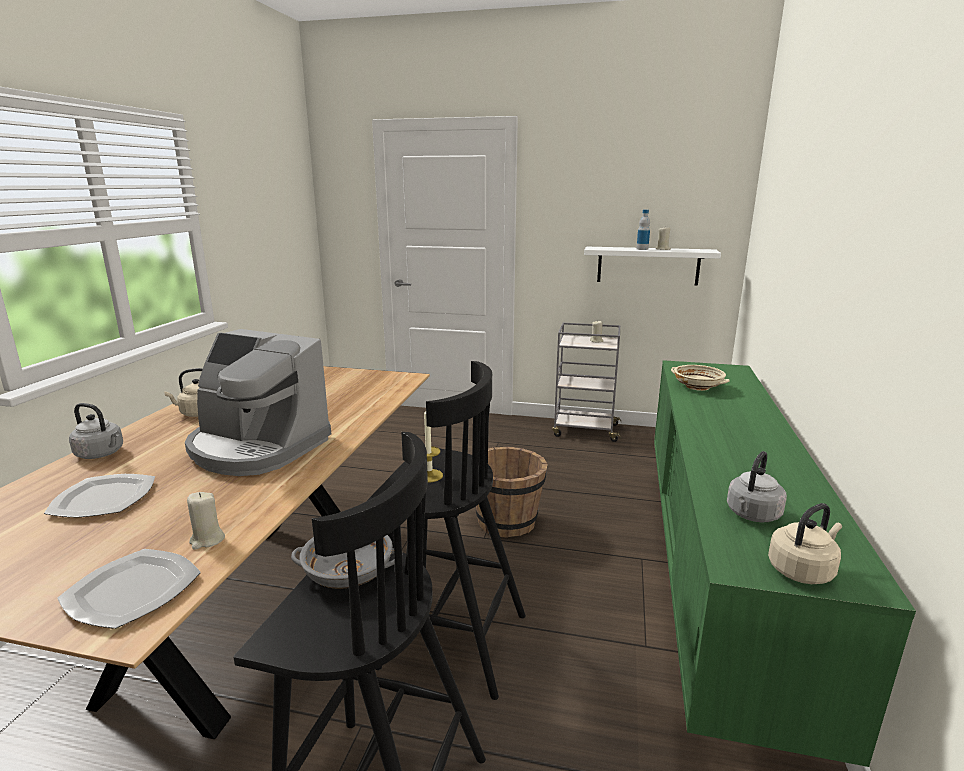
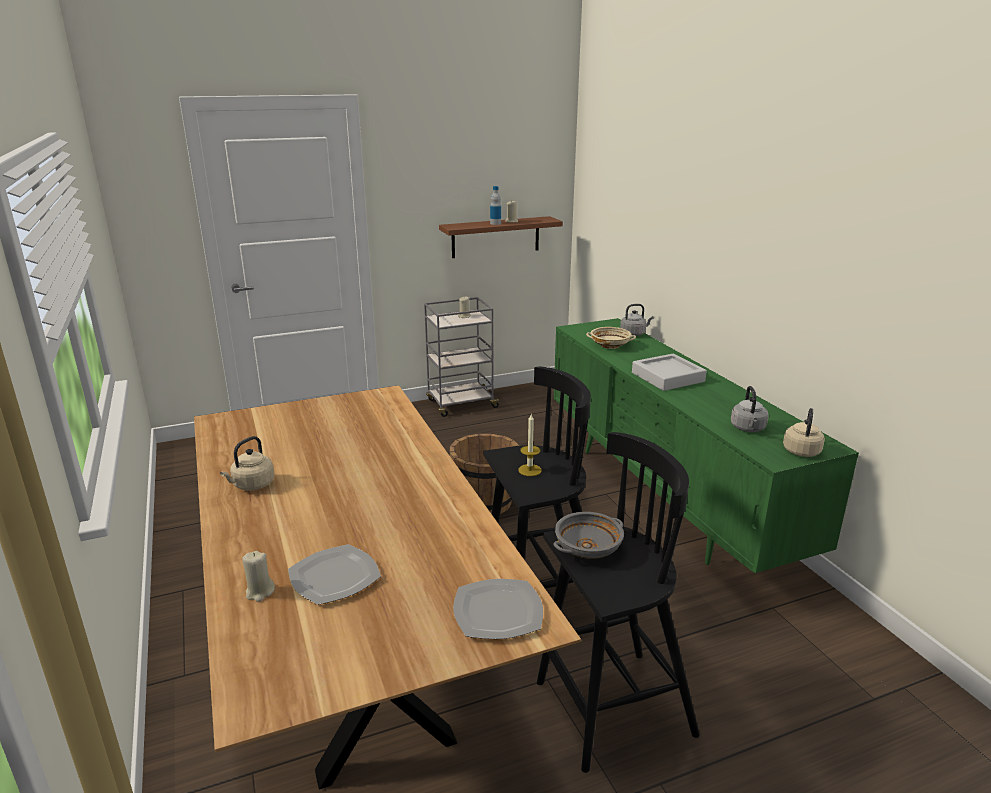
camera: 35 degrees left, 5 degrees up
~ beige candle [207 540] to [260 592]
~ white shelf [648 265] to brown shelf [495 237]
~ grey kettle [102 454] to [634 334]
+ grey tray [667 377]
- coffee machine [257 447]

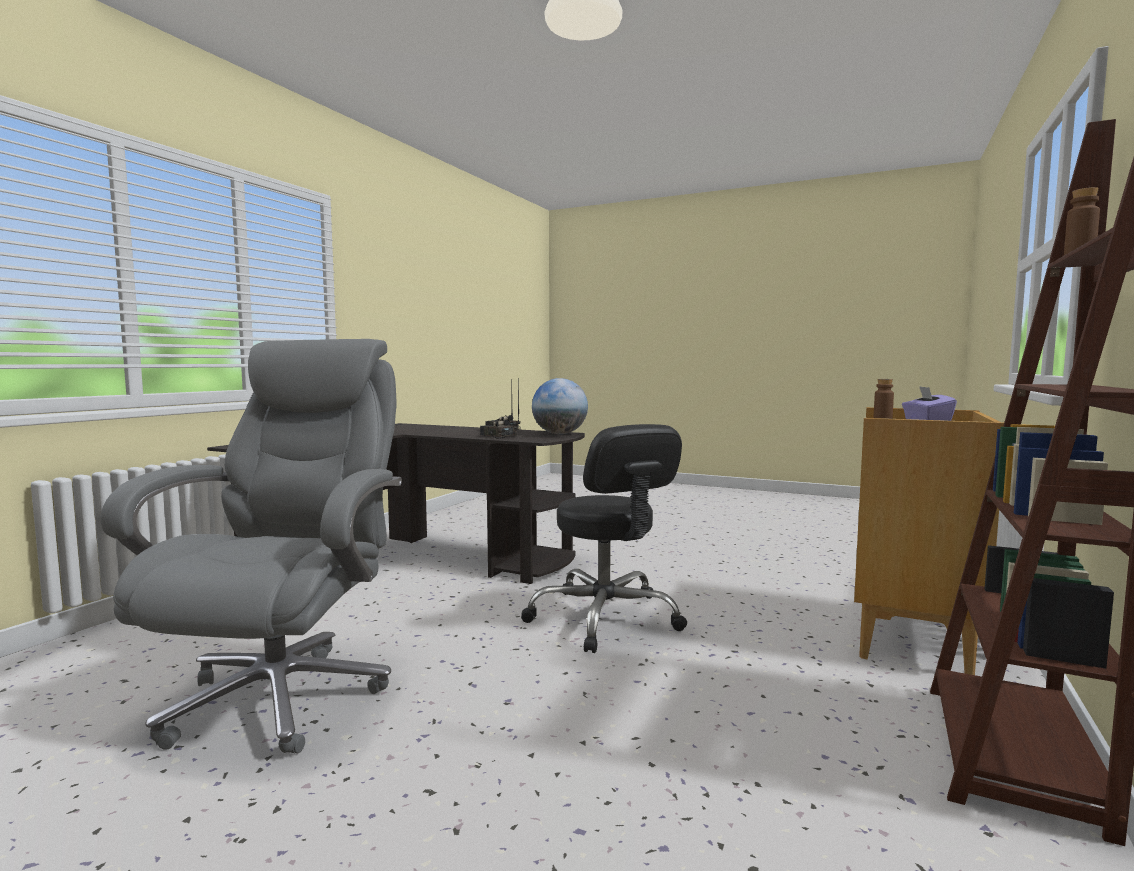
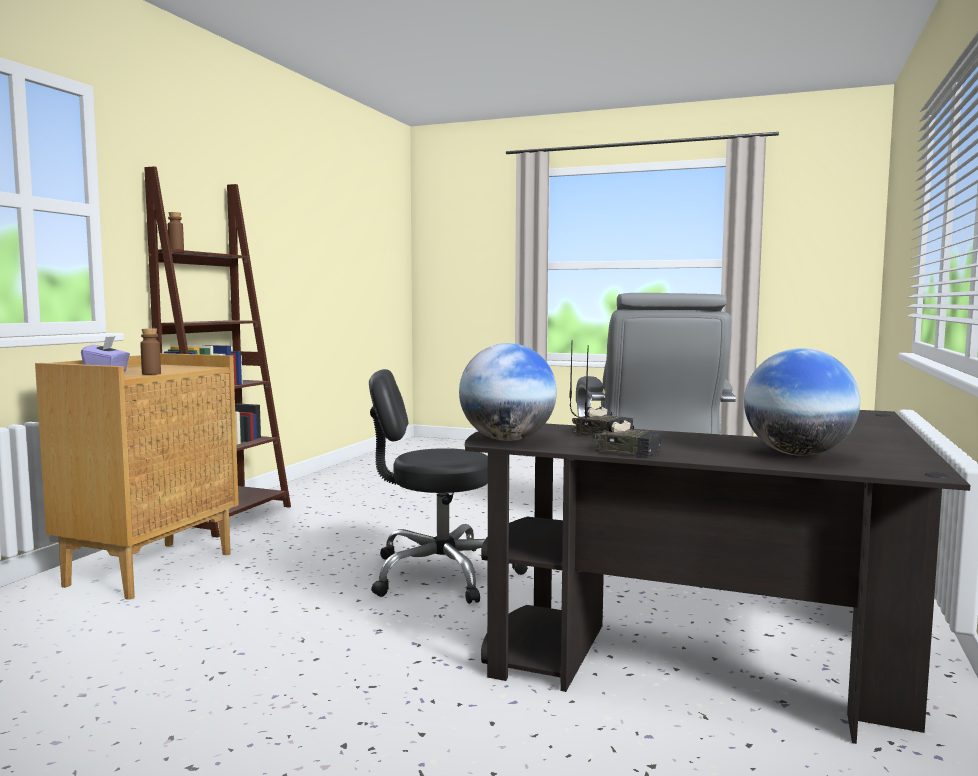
camera: 175 degrees right, 0 degrees up
~ black office chair [608 621] = [435 574] 60 degrees counterclockwise
+ globe [797 454]

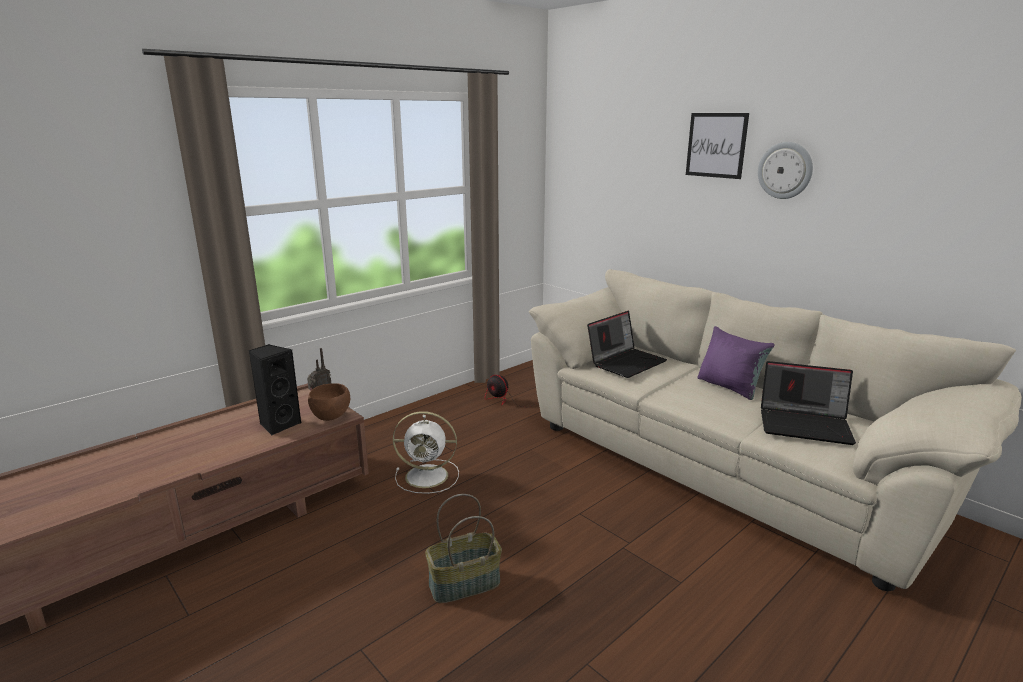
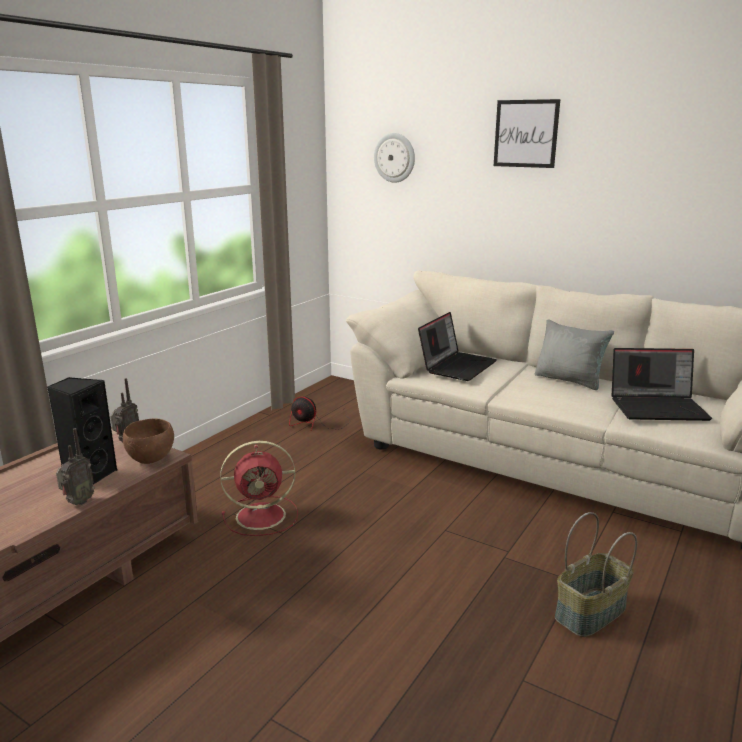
camera: 15 degrees left, 0 degrees up
+ radio [78 502]
~ white fan [429 476] to red fan [263 516]
~ wall clock [785 170] to [394 157]
~ purple pillow [729 387] to grey pillow [569 380]
~ basket [464 585] to [591 613]

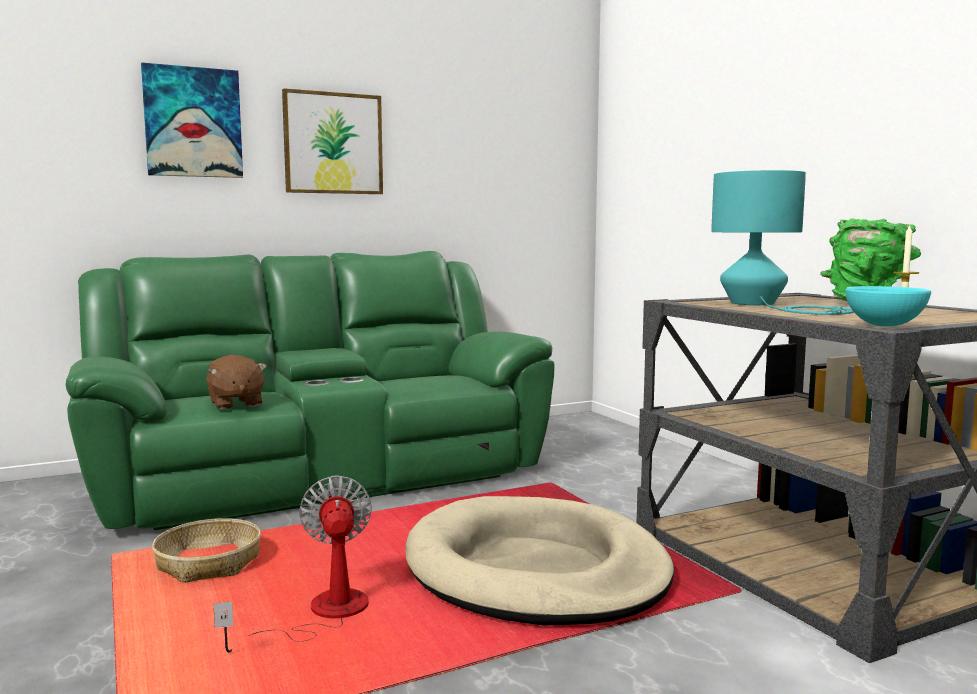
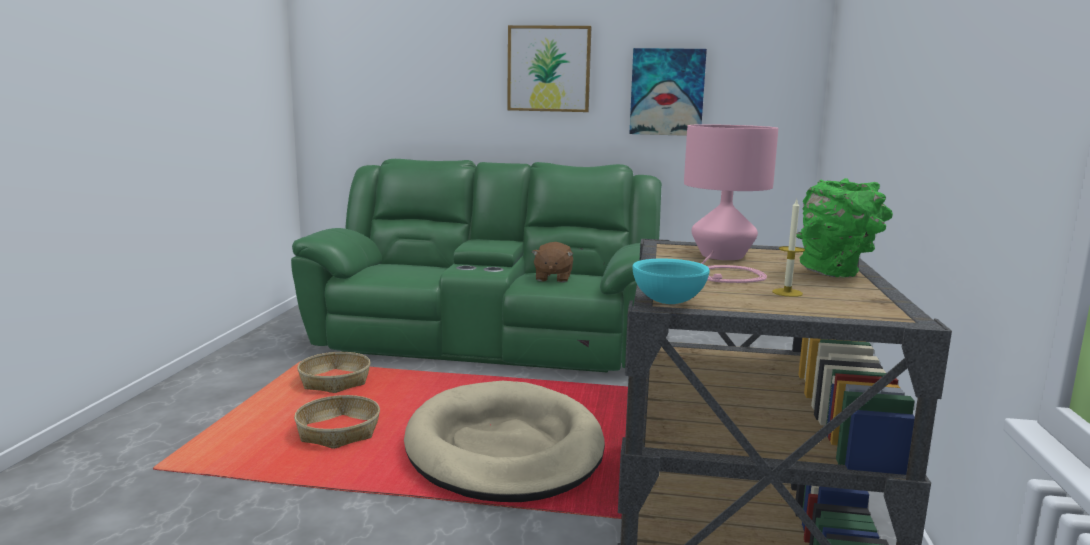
camera: 35 degrees right, 5 degrees up
~ fan [322 615] to basket [338 432]
~ brown plush toy [235 404] to [552 278]
~ picture [193 122] to [667 92]
~ turquoise table lamp [776 306] to pink table lamp [724 262]

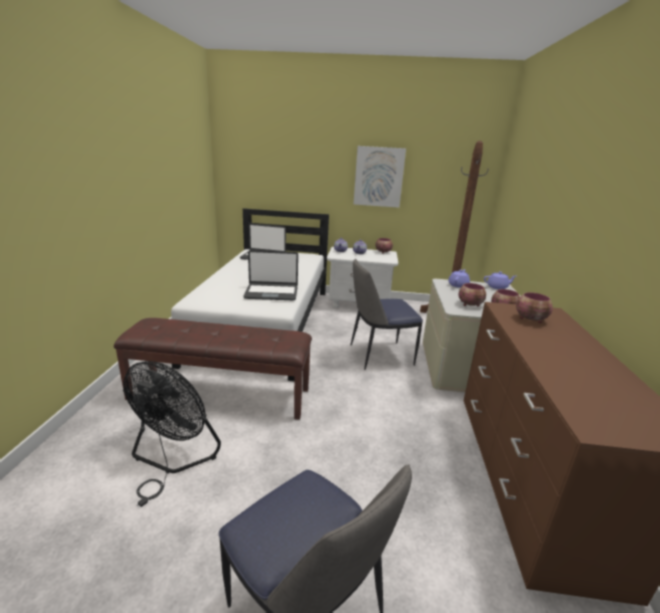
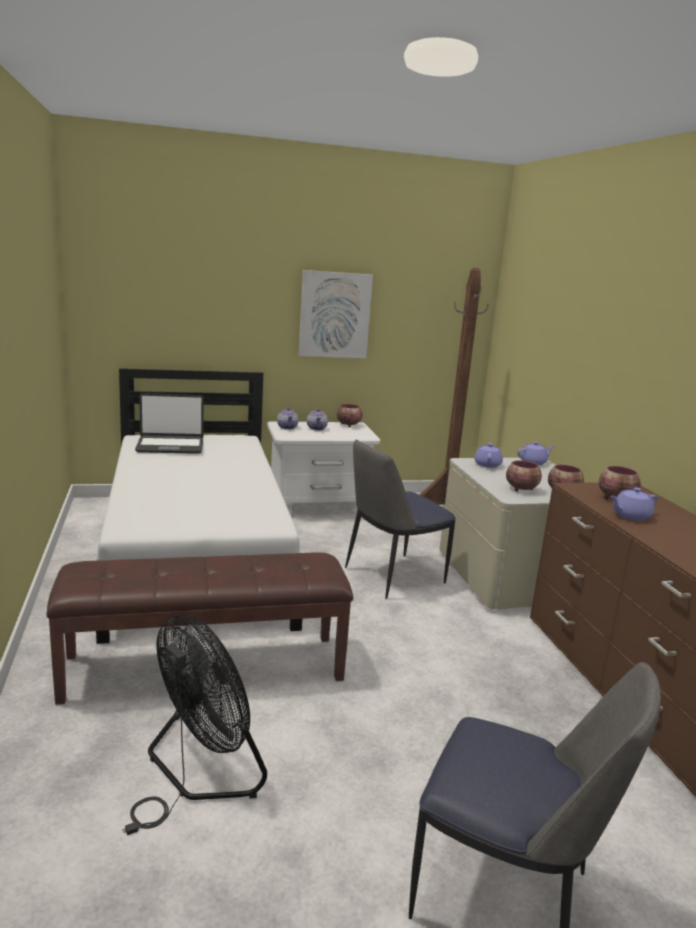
camera: 20 degrees left, 5 degrees down
~ black fan [166 457] = [189 770] 45 degrees clockwise
+ purple teapot [630 516]
- laptop [271 293]

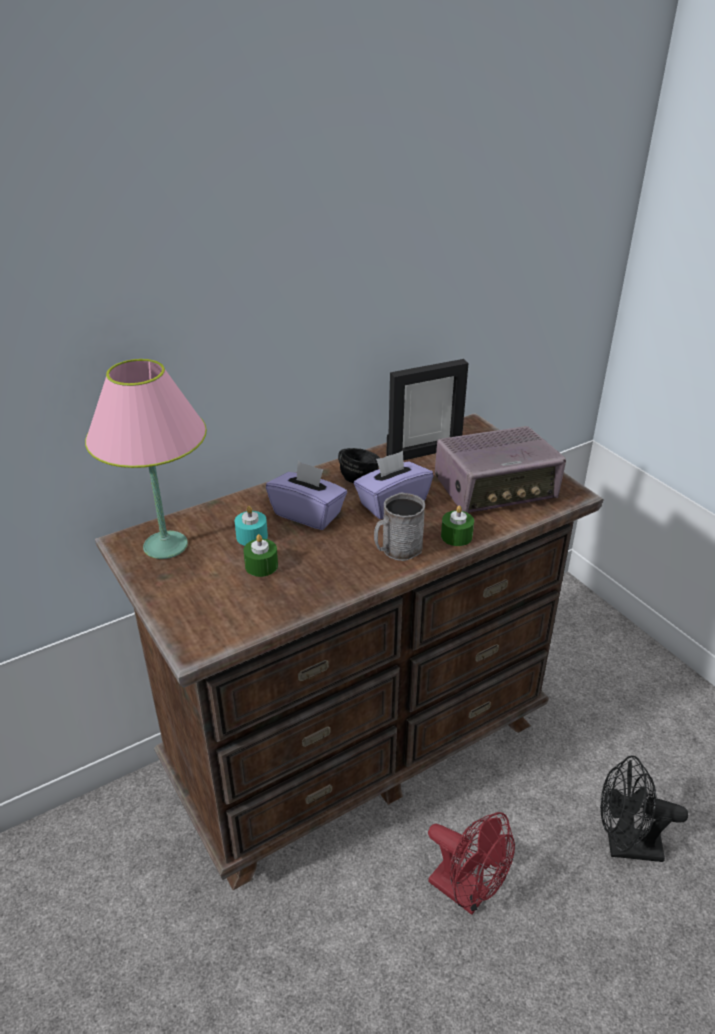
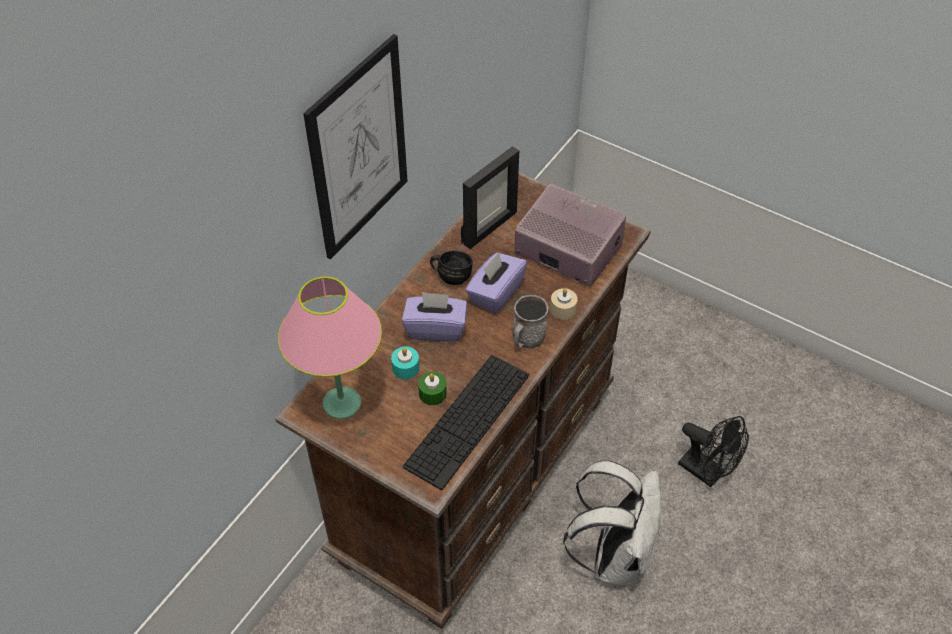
camera: 25 degrees left, 15 degrees up
+ picture [358 150]
+ keyboard [467 420]
~ radio [496 489] = [567 249] 105 degrees counterclockwise
~ green candle [456 536] to beige candle [563 309]
~ red fan [467 893] to white backpack [613 554]
~ black fan [625 846] = [707 472] 120 degrees counterclockwise

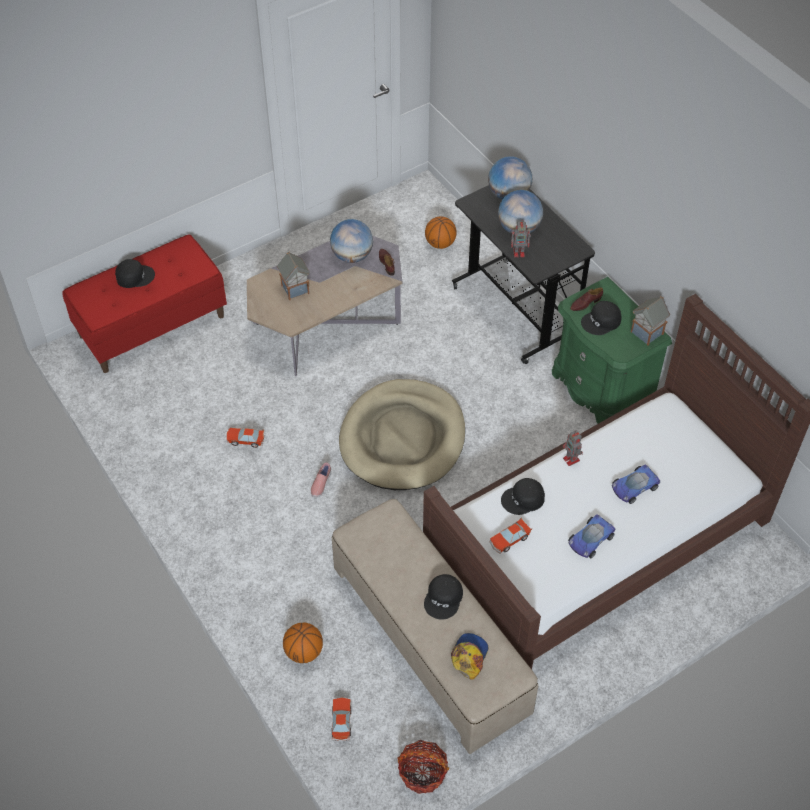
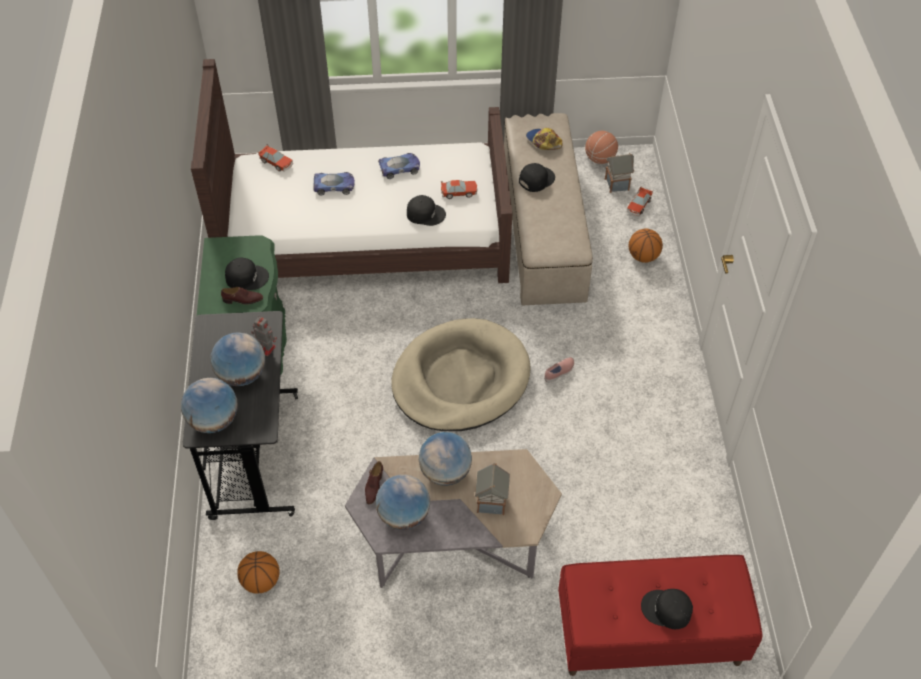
camera: 150 degrees left, 0 degrees up
~ toy car [245 440] to [276 163]
+ globe [445 472]
~ cap [469 656] = [543 141] 90 degrees clockwise
~ basket [422 773] to basketball [600 158]
~ toy house [646 333] to [617 184]
- toy robot [571 460]

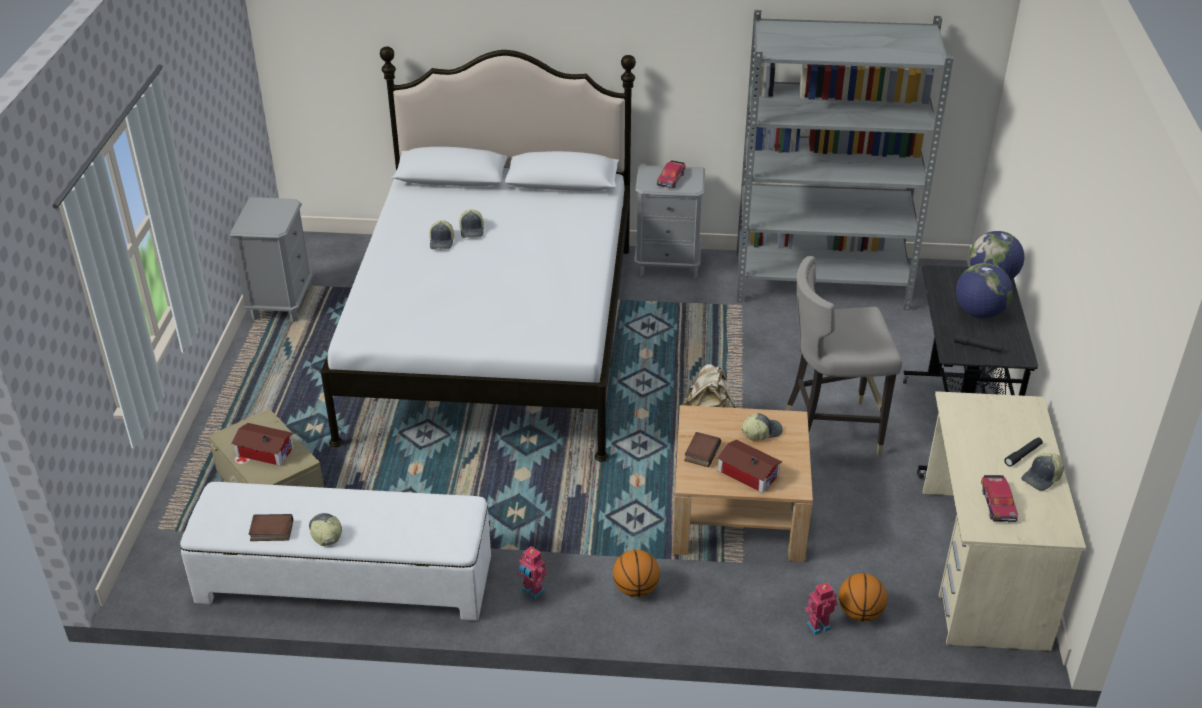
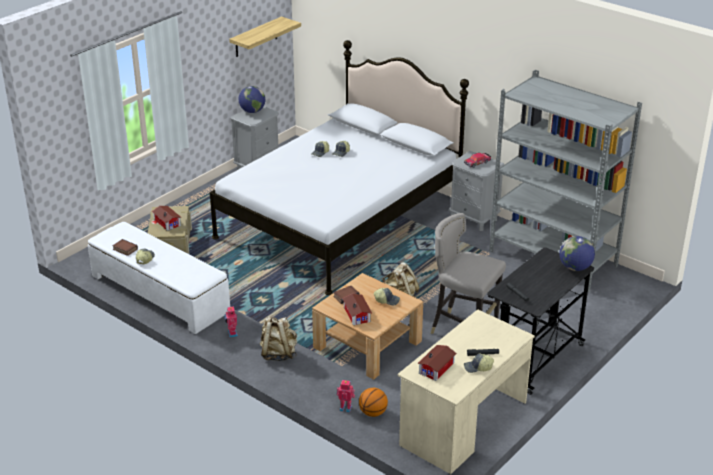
camera: 35 degrees right, 5 degrees down
+ shelf [256 37]
~ globe [979 313] to [252 111]
~ basketball [635 589] to beige backpack [278 354]
~ toy car [998 503] to toy house [438 367]

